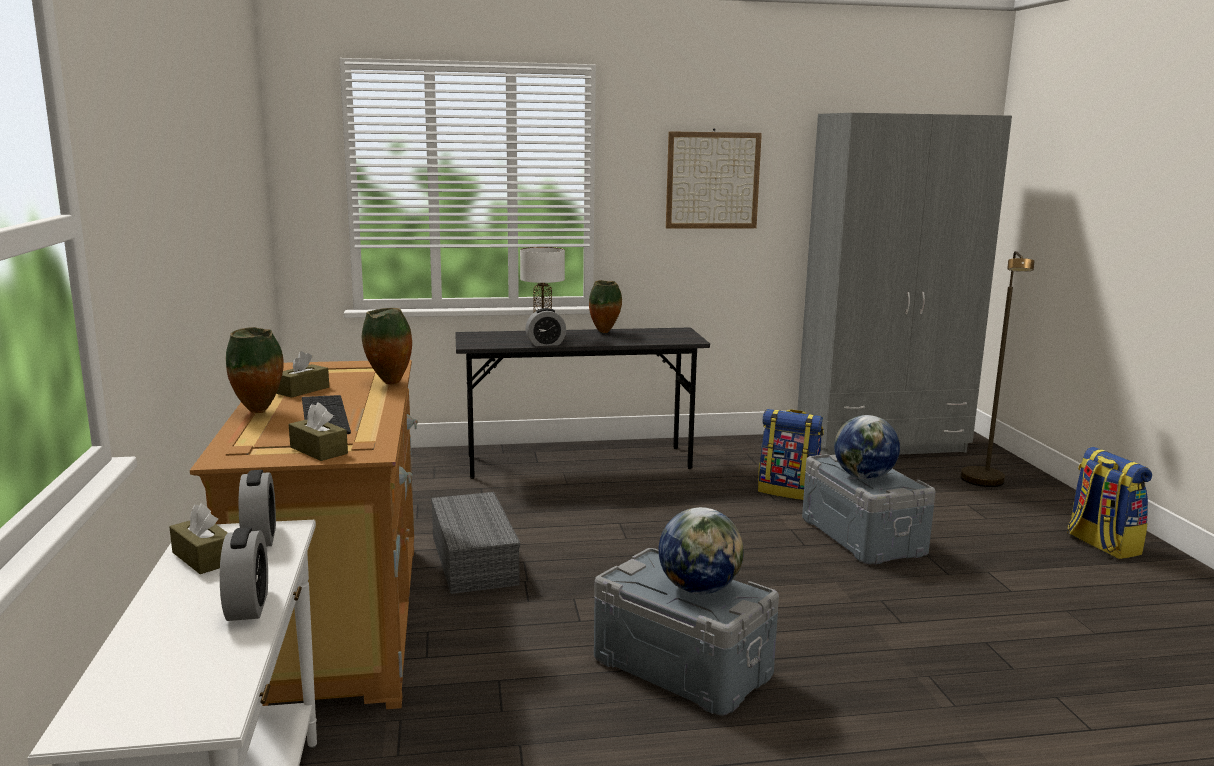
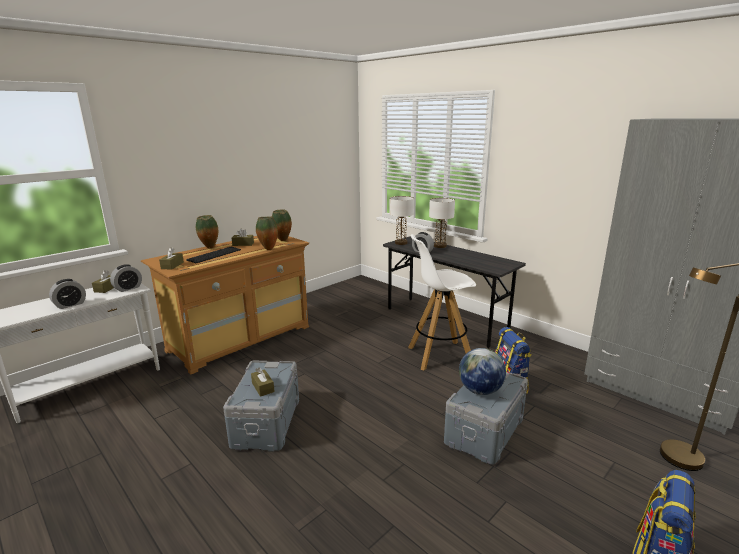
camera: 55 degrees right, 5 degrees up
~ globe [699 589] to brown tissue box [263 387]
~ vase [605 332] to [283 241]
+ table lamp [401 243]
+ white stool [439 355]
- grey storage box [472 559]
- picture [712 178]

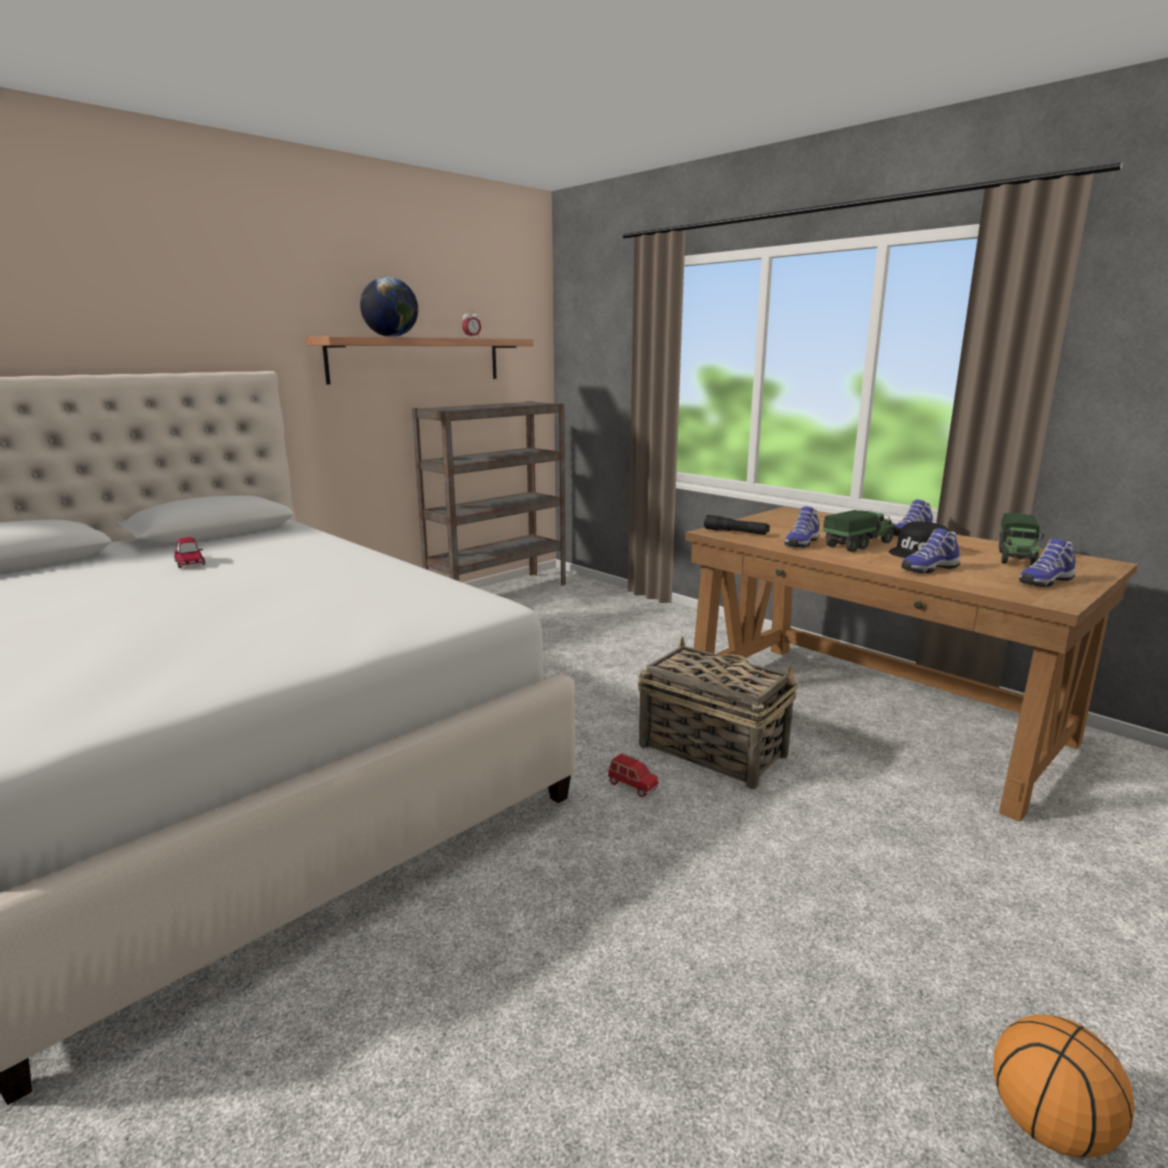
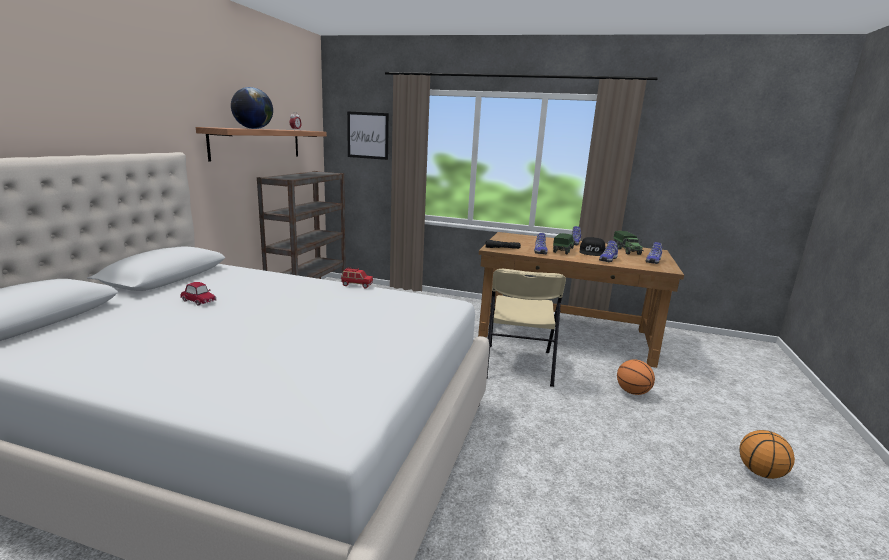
camera: 30 degrees left, 0 degrees up
~ red toy car [632 786] to [356 285]
+ picture [368 135]
~ basket [711 750] to beige chair [518 364]
+ basketball [632 392]

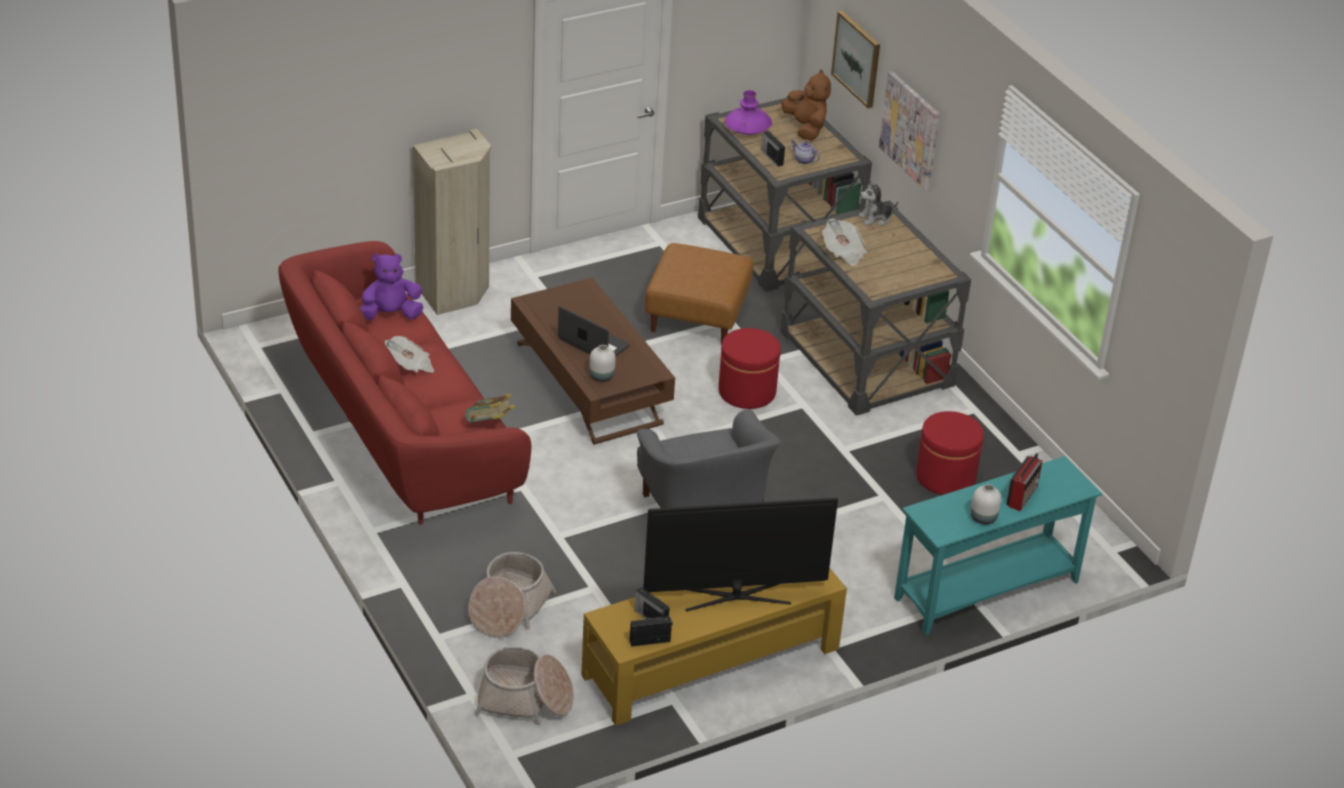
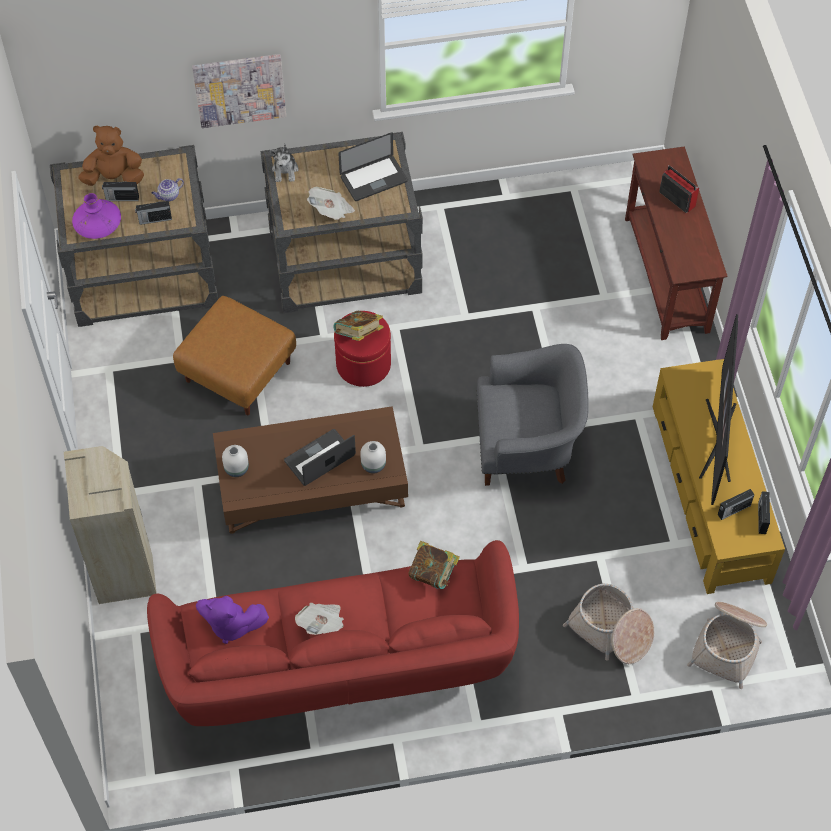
camera: 70 degrees left, 20 degrees up
+ radio [121 198]
~ purple plush toy [390 315] = [231 625] 75 degrees counterclockwise
~ white vase [982 517] to [236 469]
+ book [358 335]
+ laptop [373 179]
~ turquoise console table [986 591] to brown console table [667 275]
- picture [857 58]
- red ottoman [945 477]

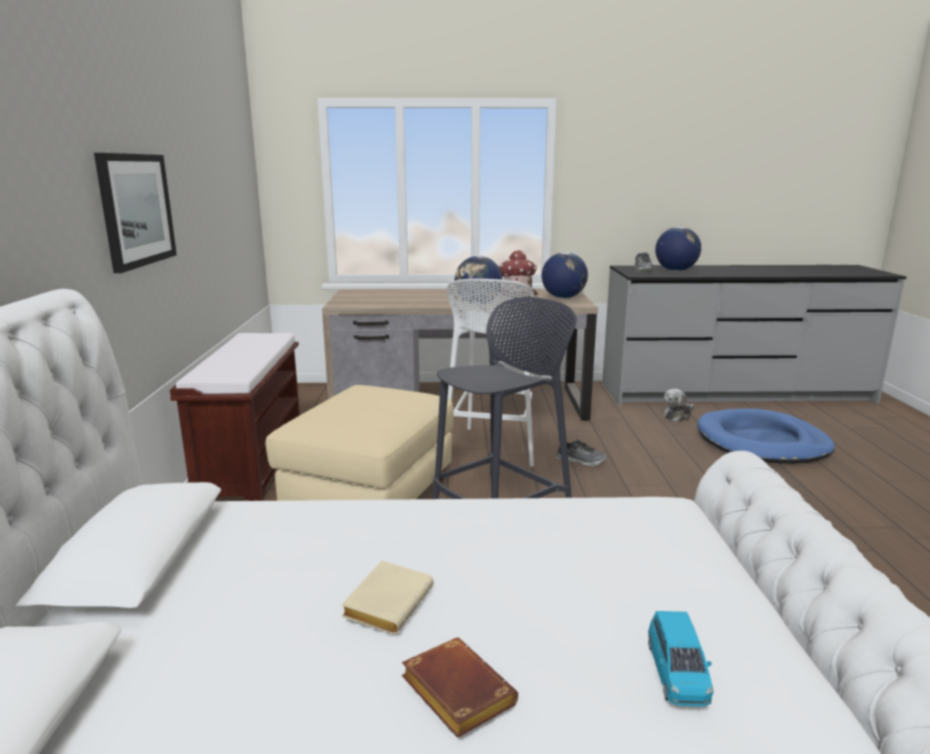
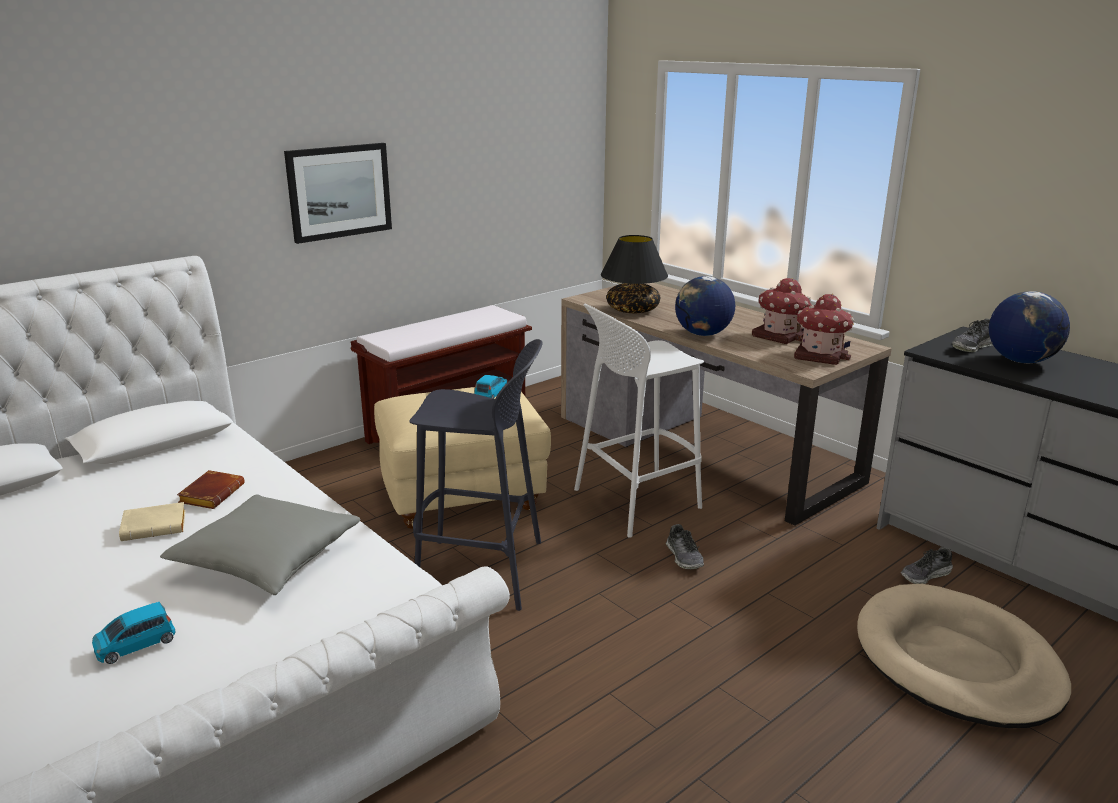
camera: 50 degrees right, 5 degrees up
+ grey pillow [267 560]
~ brown book [453 692] to [211 494]
+ blue toy car [491 394]
+ black table lamp [633 310]
~ globe [563 297] to toy house [820 355]
~ blue dog bed [762 442] to beige dog bed [956 661]
~ plush toy [678 415] to shoe [925 575]

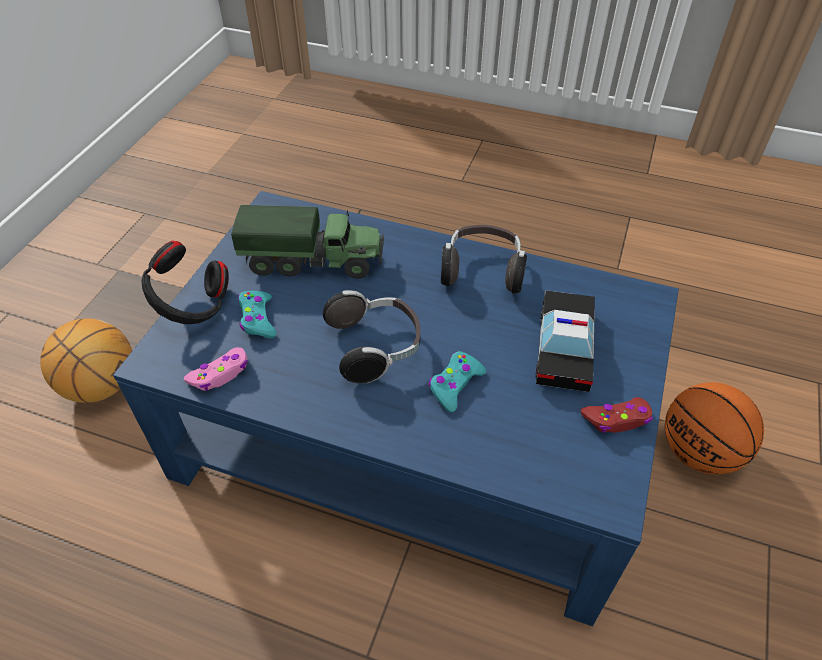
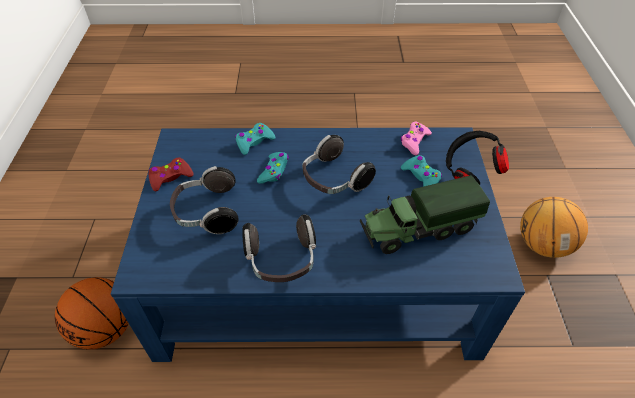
camera: 160 degrees right, 0 degrees up
~ toy car [564 348] to headphones [206 213]
+ turquoise game controller [254 142]

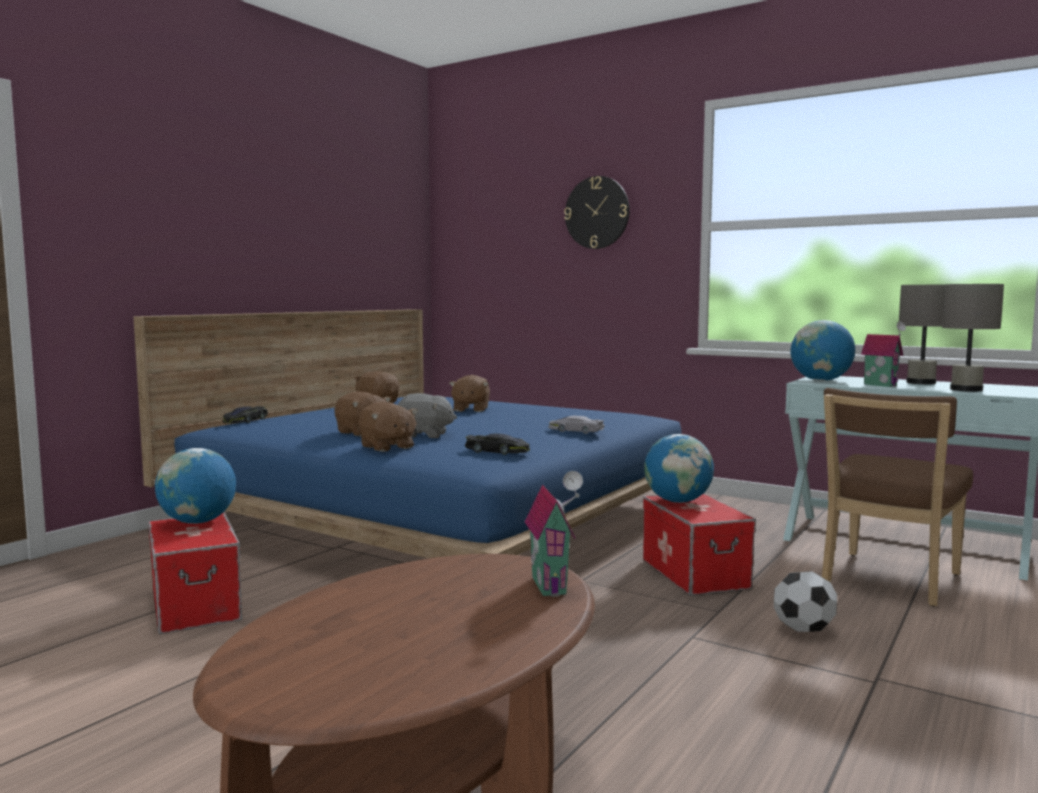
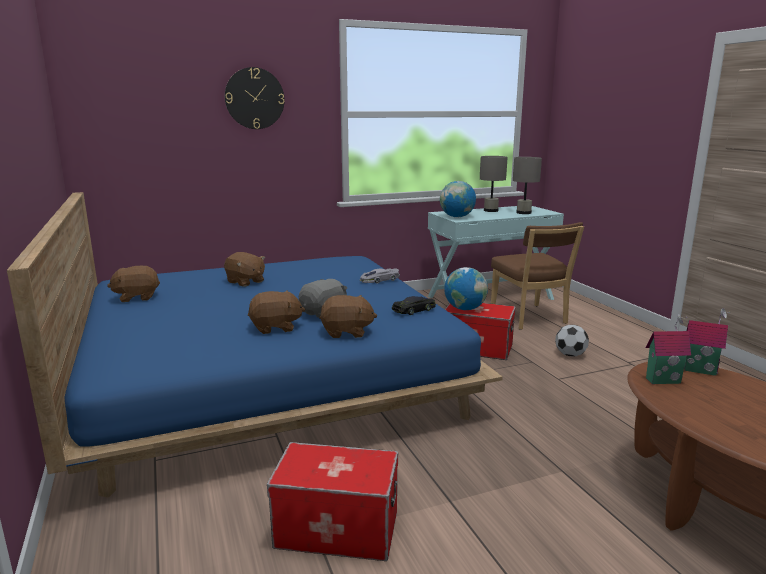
camera: 55 degrees left, 10 degrees up
~ toy house [881 385] to [662 379]
- globe [197 522]
- black toy car [245 420]

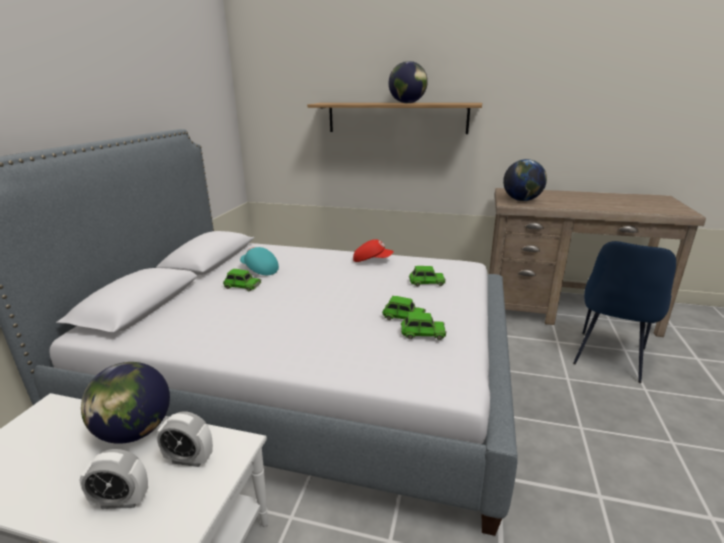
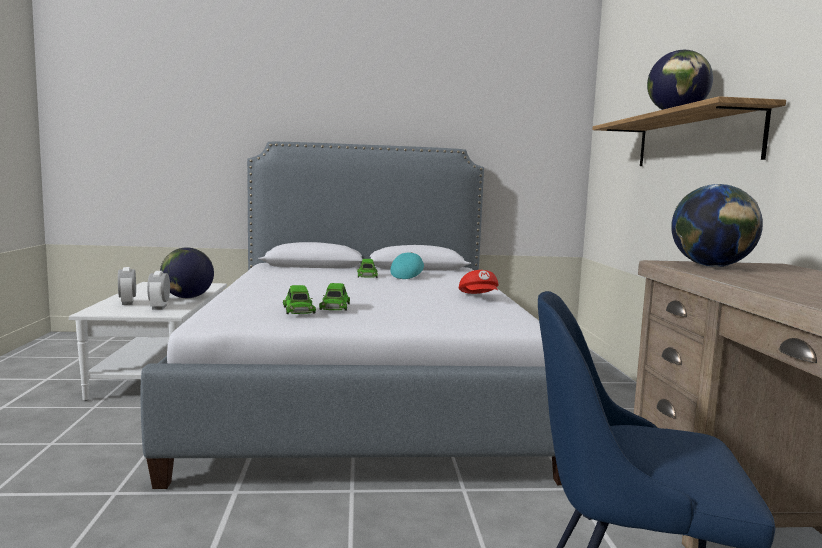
camera: 70 degrees right, 15 degrees down
- green toy car [426 282]

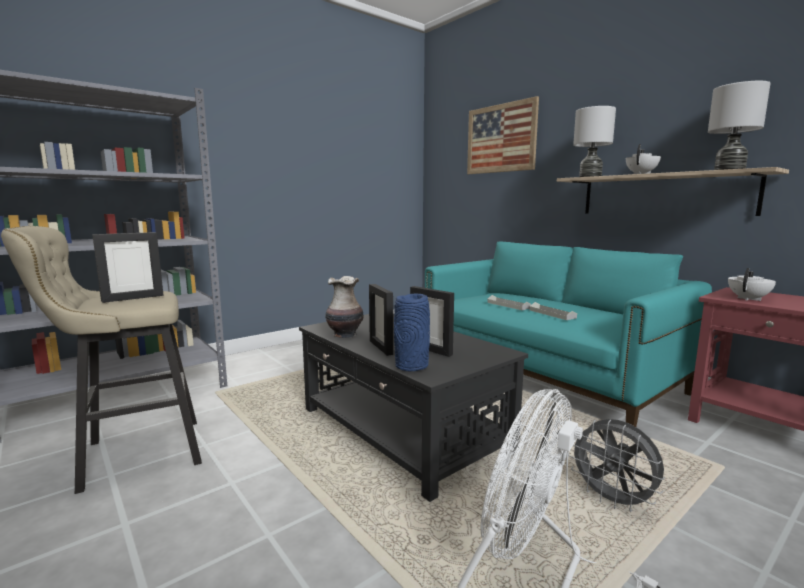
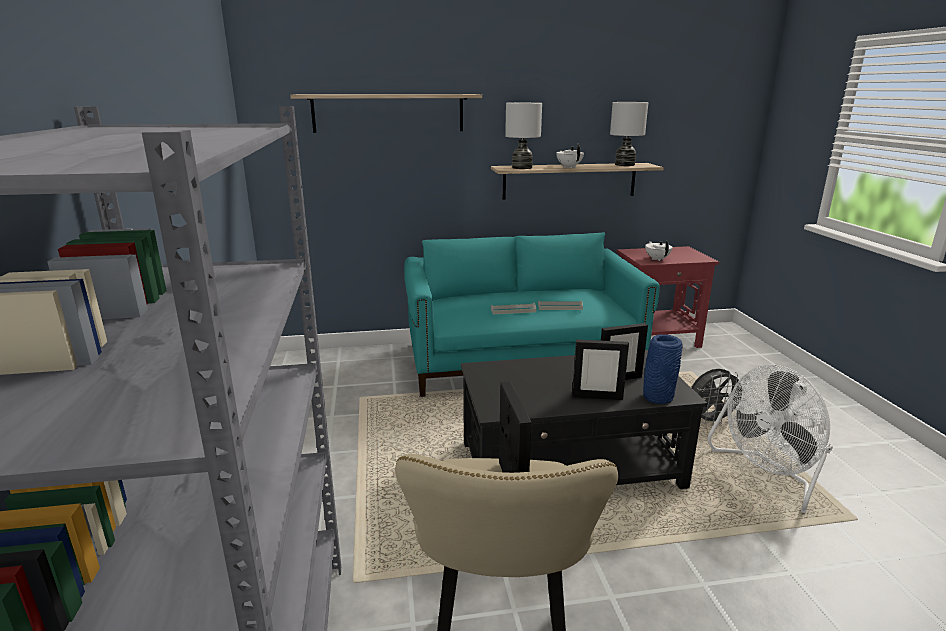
camera: 60 degrees left, 10 degrees up
~ picture [501 138] to shelf [388 113]
- vase [344 335]

